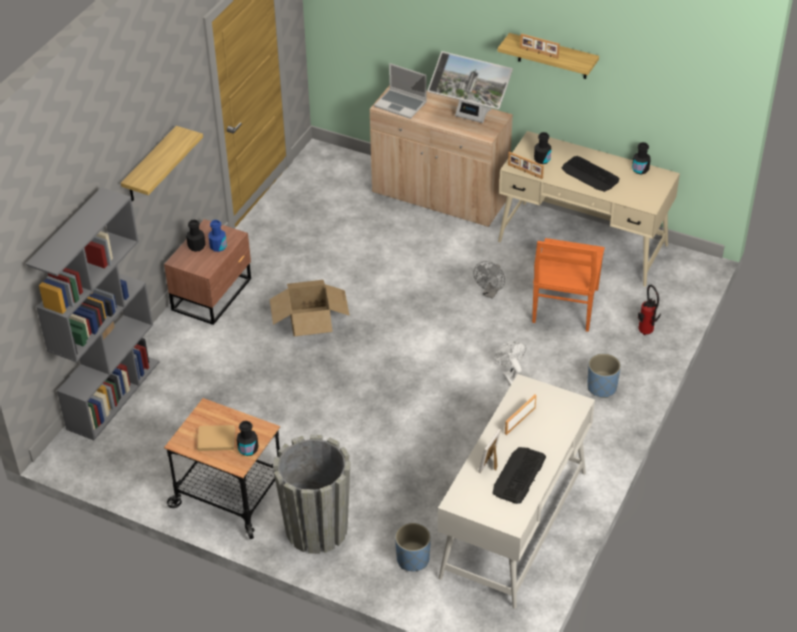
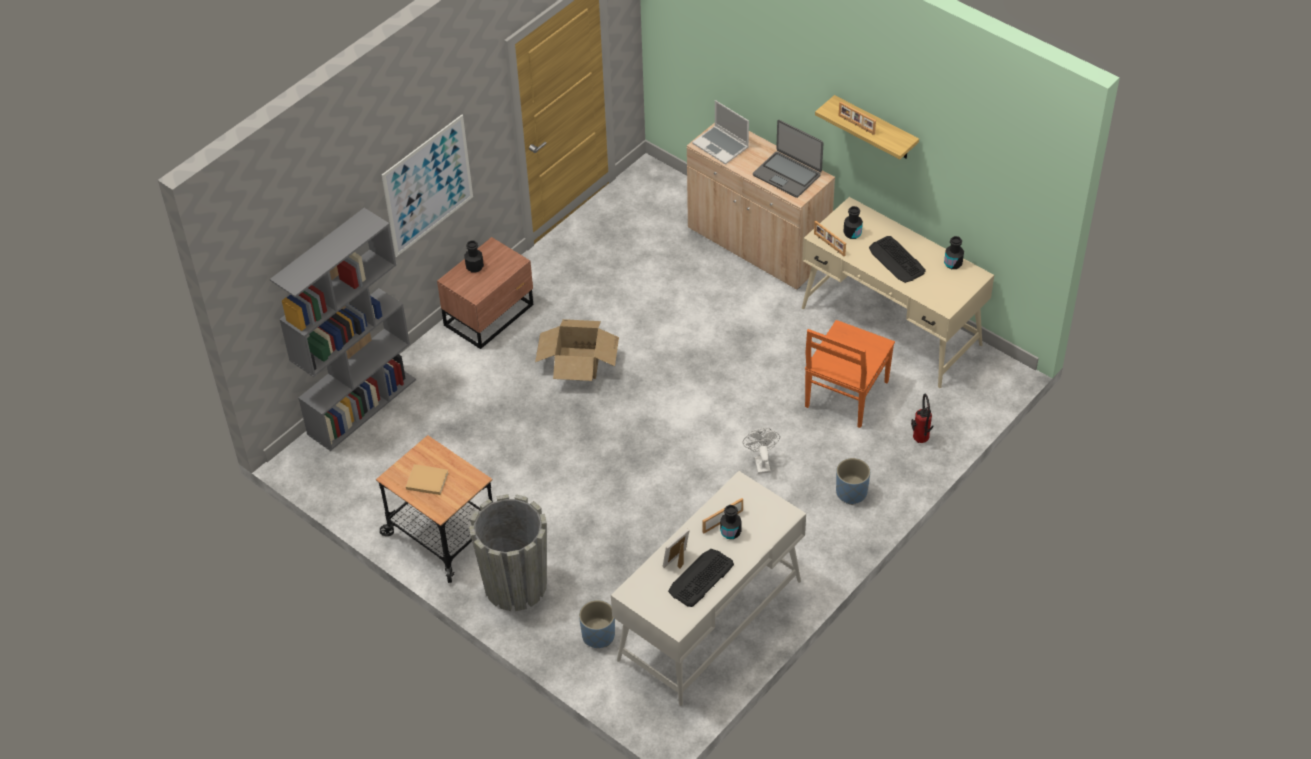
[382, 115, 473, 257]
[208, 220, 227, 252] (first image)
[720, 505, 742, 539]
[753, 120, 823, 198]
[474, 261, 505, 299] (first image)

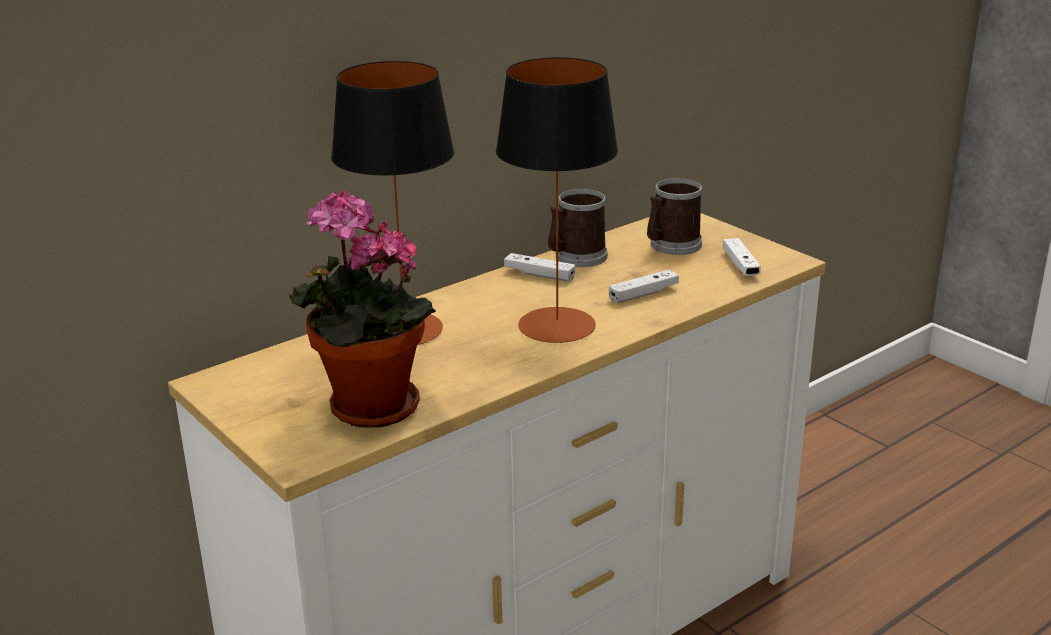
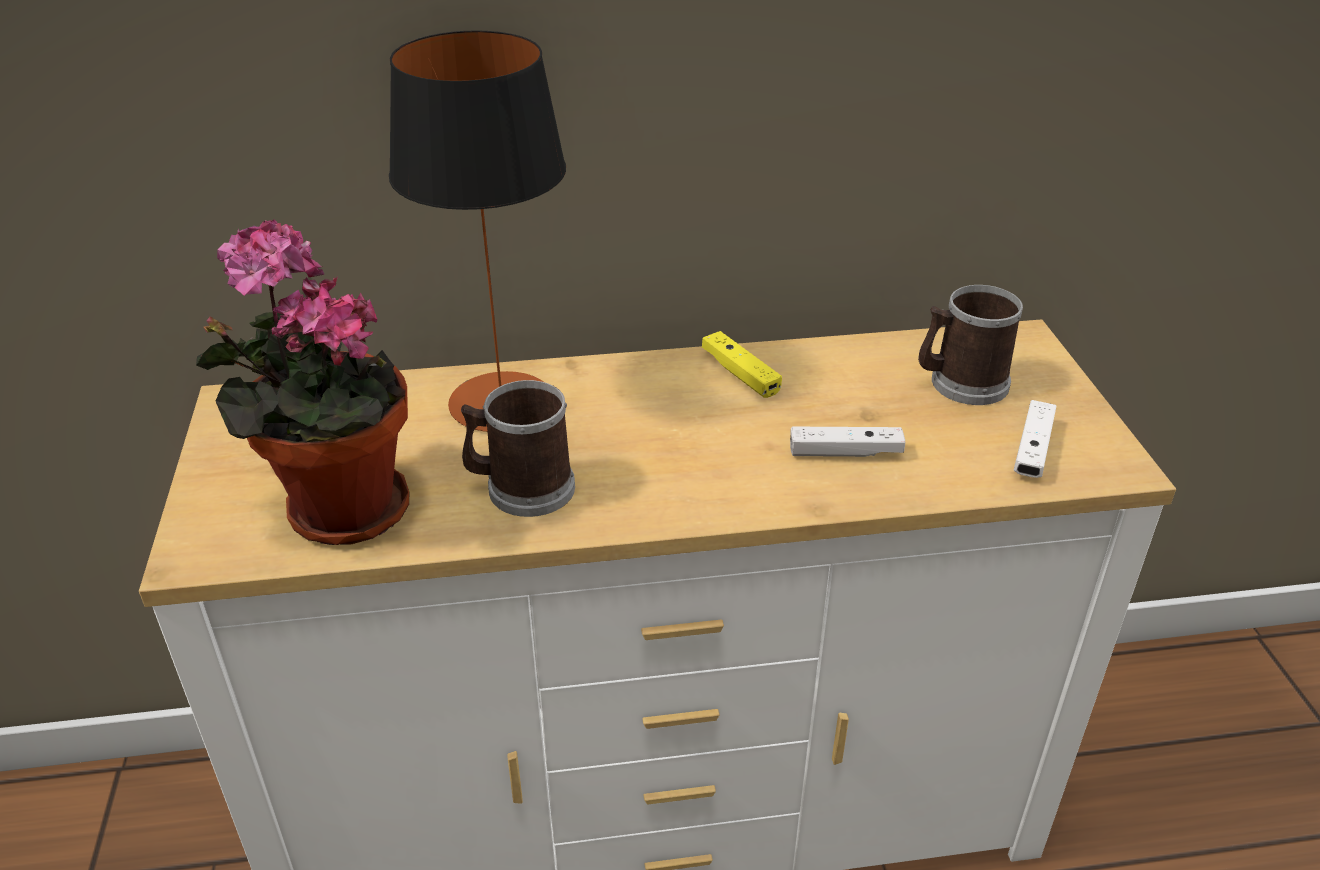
[496, 57, 618, 343] (first image)
[702, 331, 782, 398]
[461, 380, 575, 517]

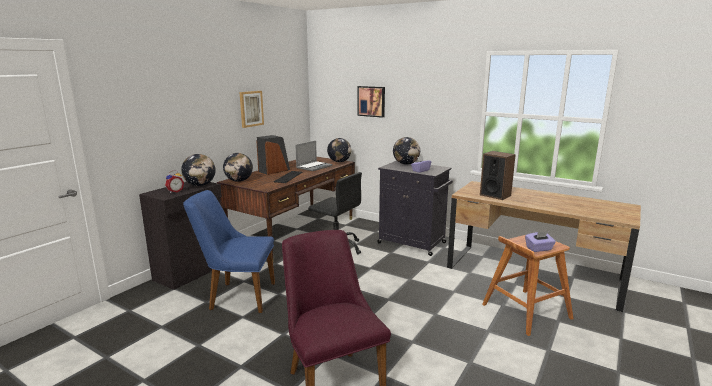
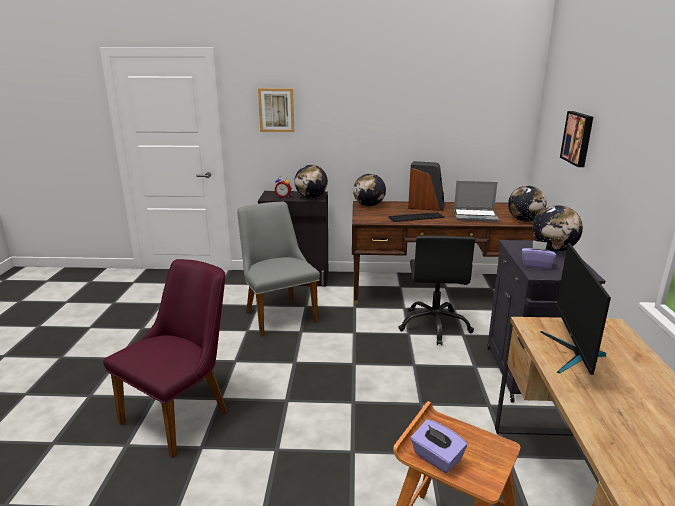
[237, 202, 320, 337]
[258, 88, 294, 132]
[540, 243, 611, 375]

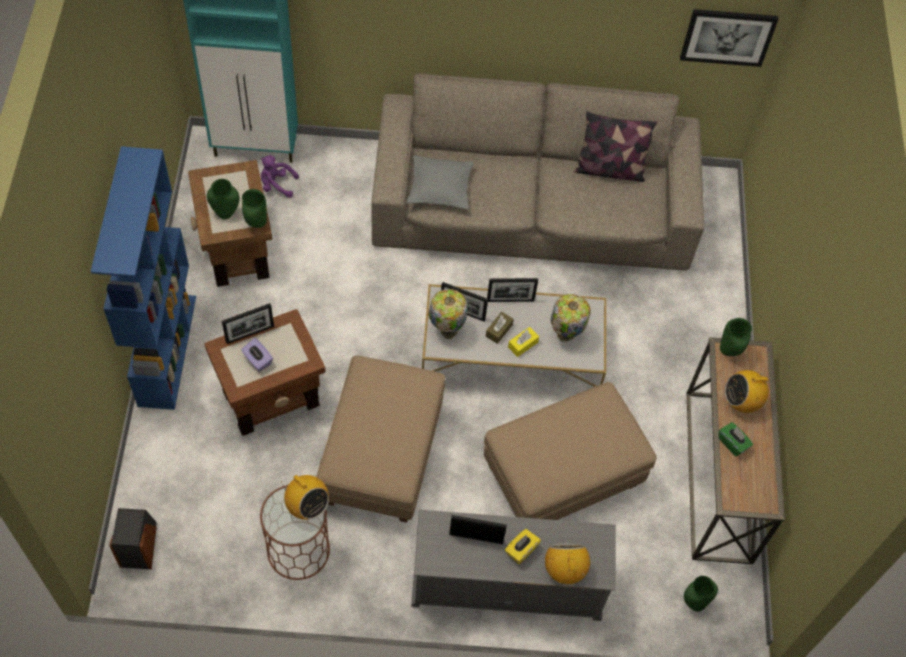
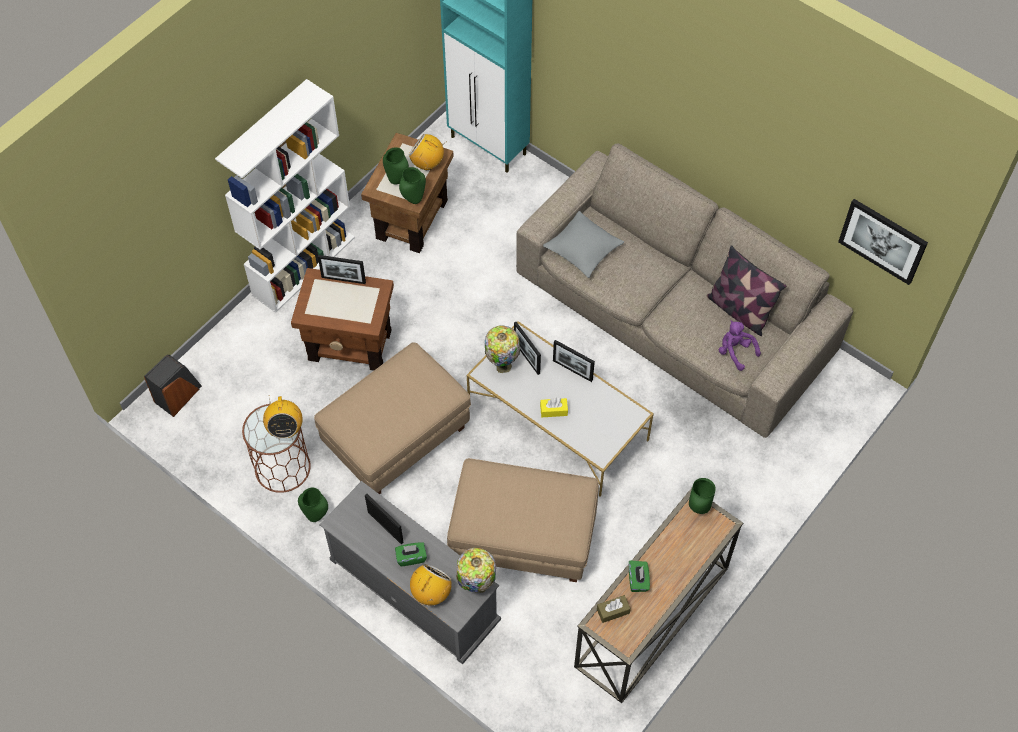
[215, 79, 355, 313]
[241, 338, 273, 372] (first image)
[719, 320, 761, 371]
[597, 595, 631, 623]
[395, 542, 427, 566]
[456, 547, 496, 593]
[298, 488, 328, 522]
[409, 134, 447, 170]

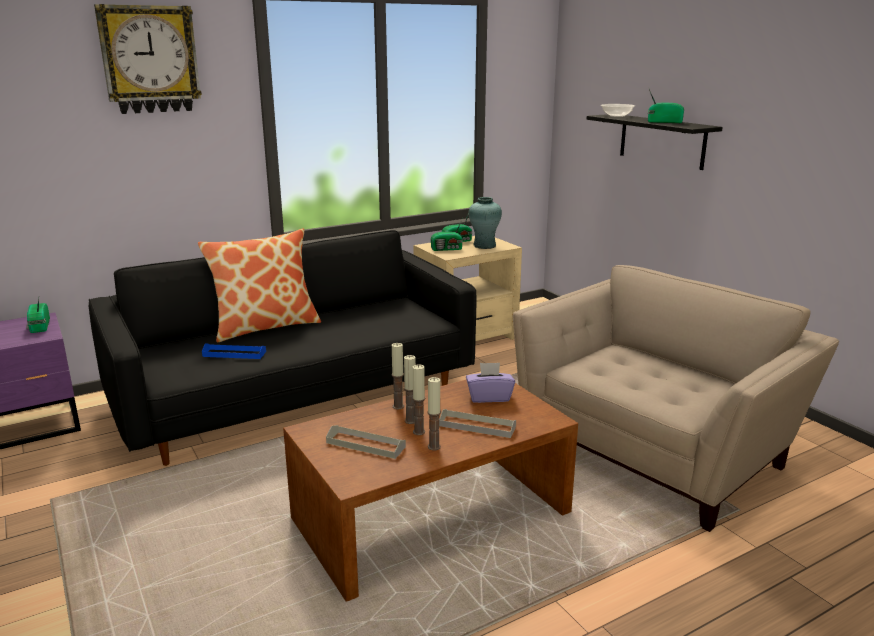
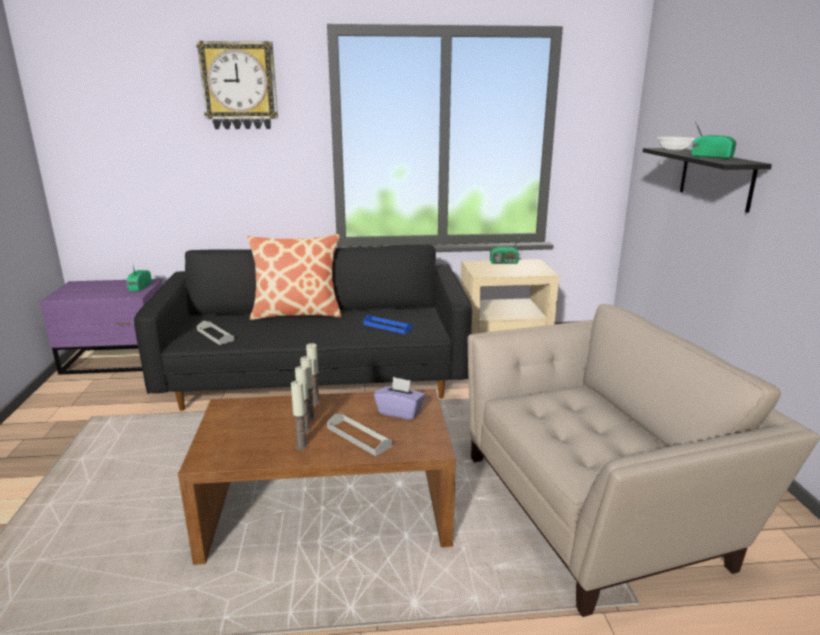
[363, 315, 412, 334]
[197, 321, 235, 345]
[431, 220, 463, 251] (first image)
[469, 197, 502, 249] (first image)

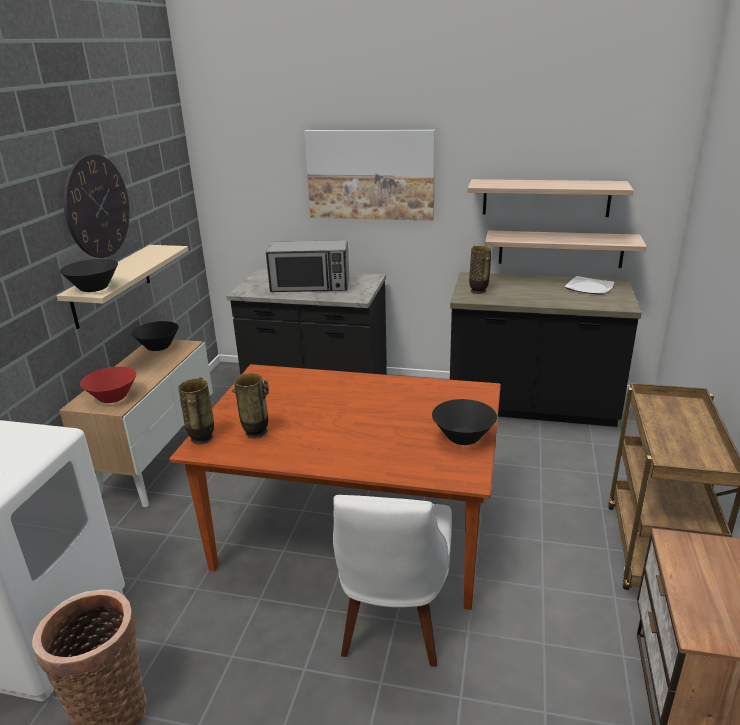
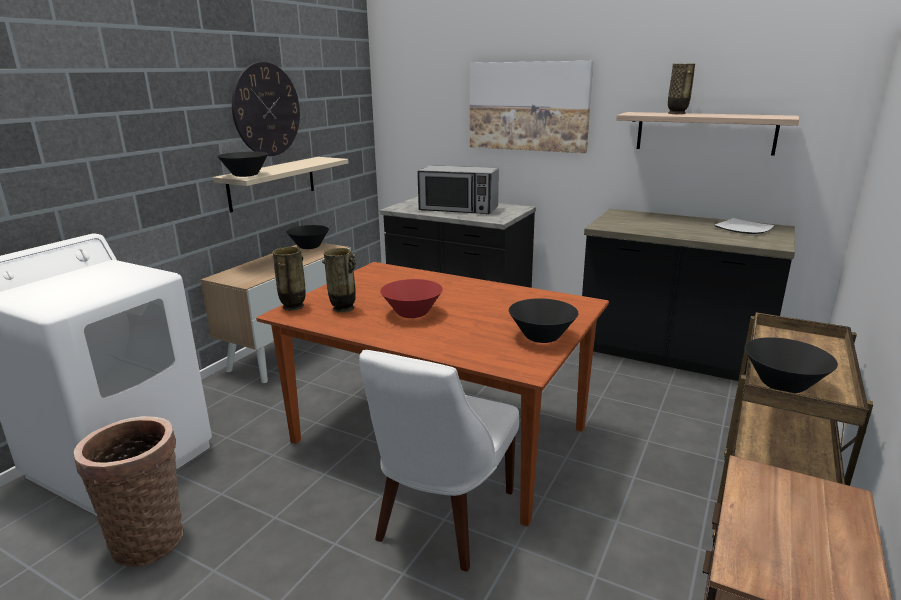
[380, 279, 443, 318]
[668, 63, 695, 114]
[485, 230, 647, 268] (first image)
[745, 337, 838, 393]

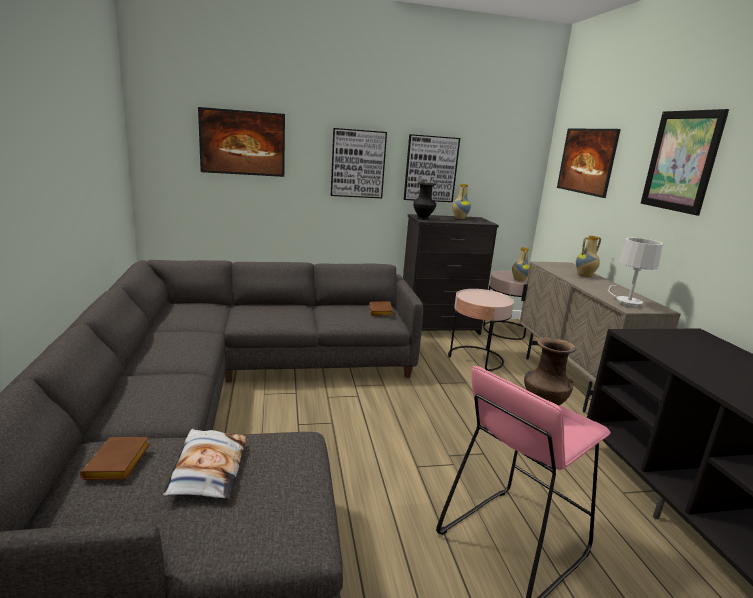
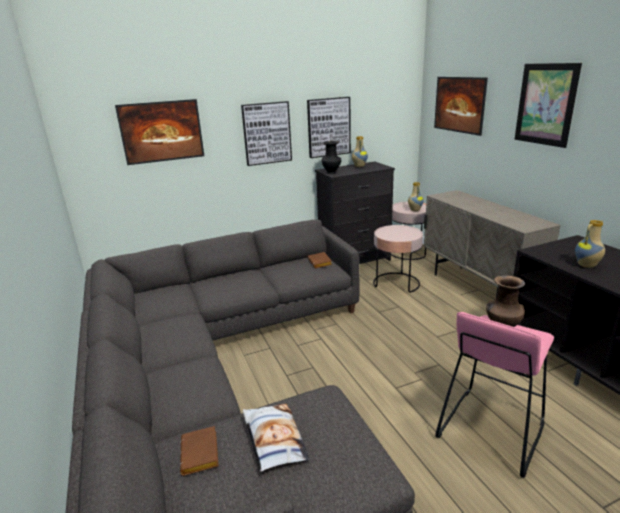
[575, 220, 605, 268]
[608, 238, 663, 307] (first image)

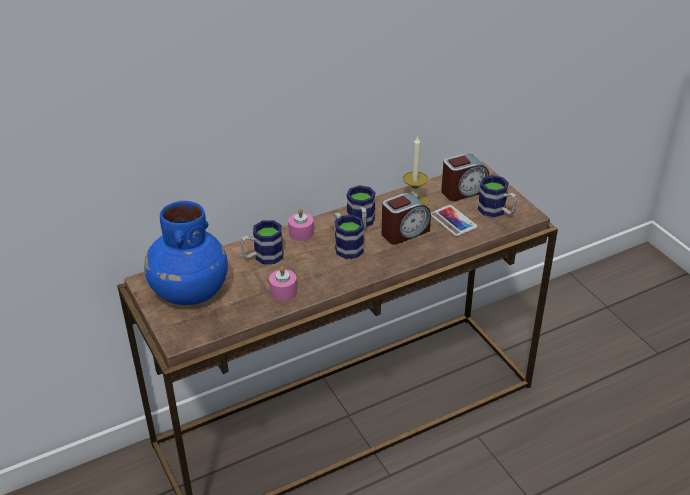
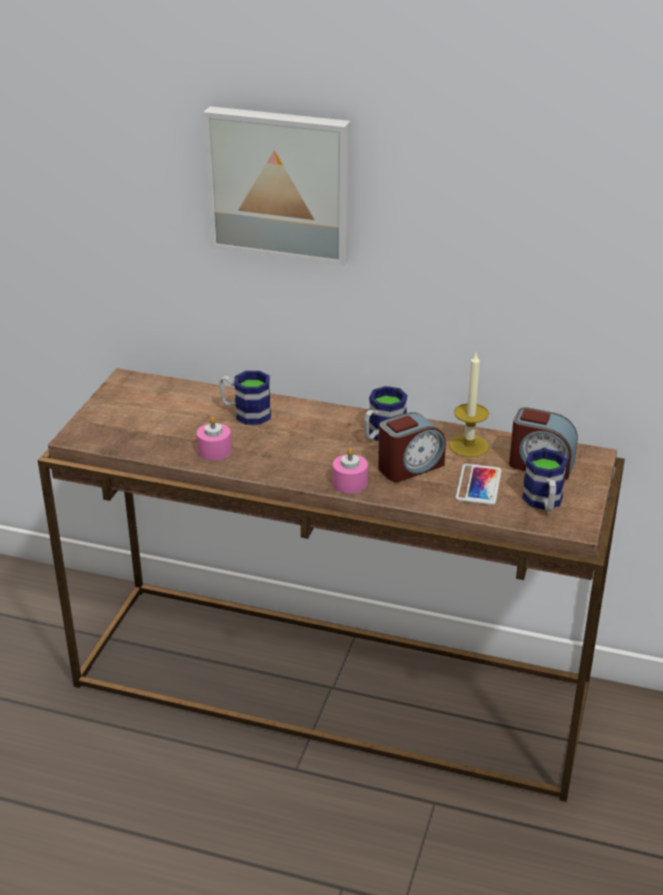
[144, 201, 228, 305] (first image)
[333, 448, 368, 493]
[334, 212, 364, 259] (first image)
[378, 412, 446, 482]
[203, 106, 351, 266]

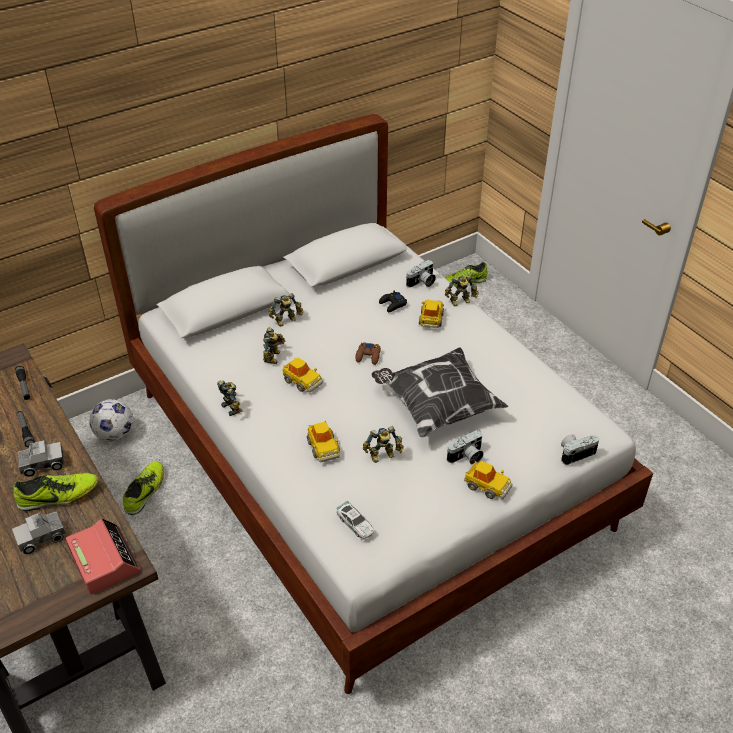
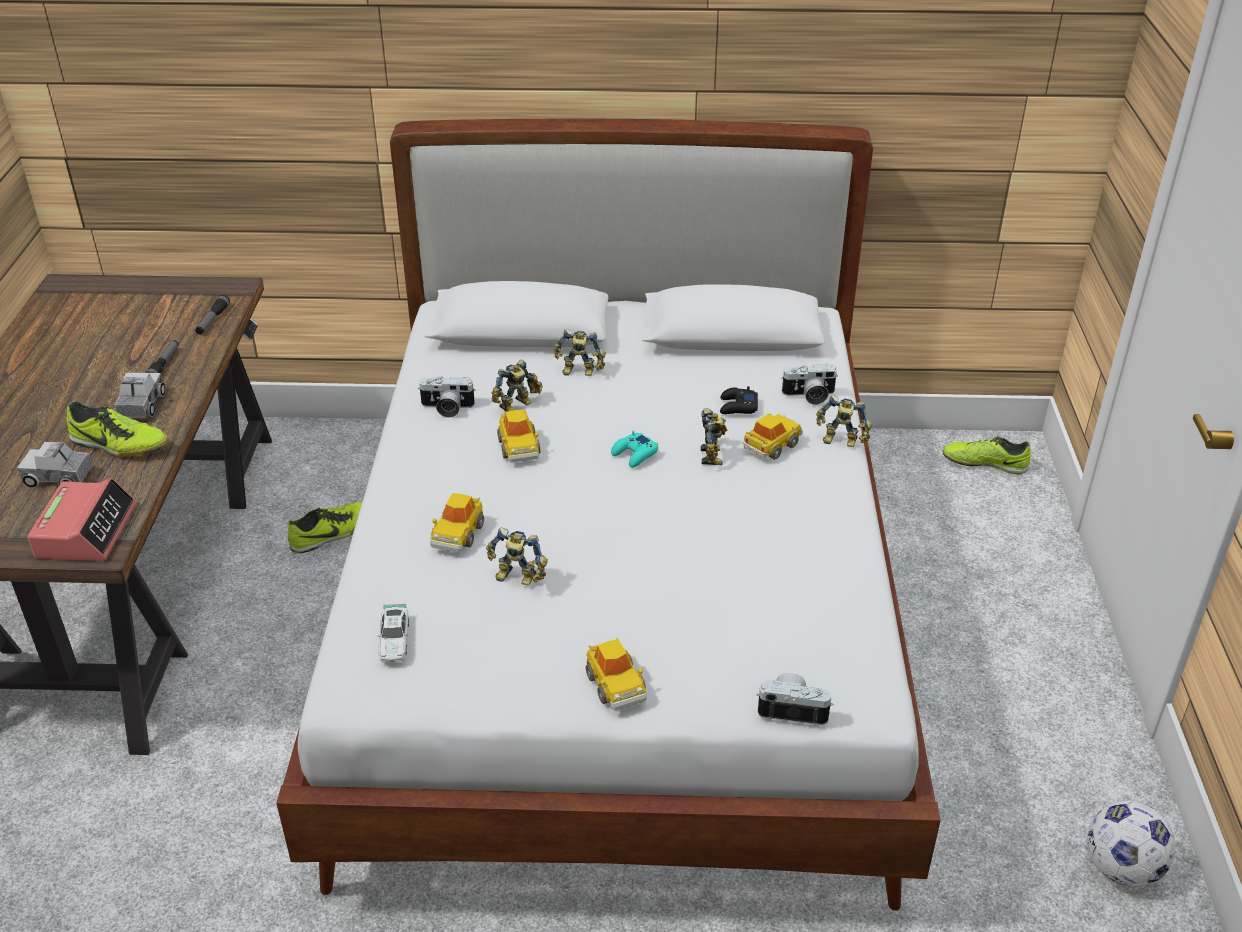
[114, 373, 166, 417]
[1087, 801, 1176, 887]
[701, 408, 728, 465]
[611, 431, 658, 468]
[372, 347, 508, 437] (first image)
[418, 376, 476, 418]

